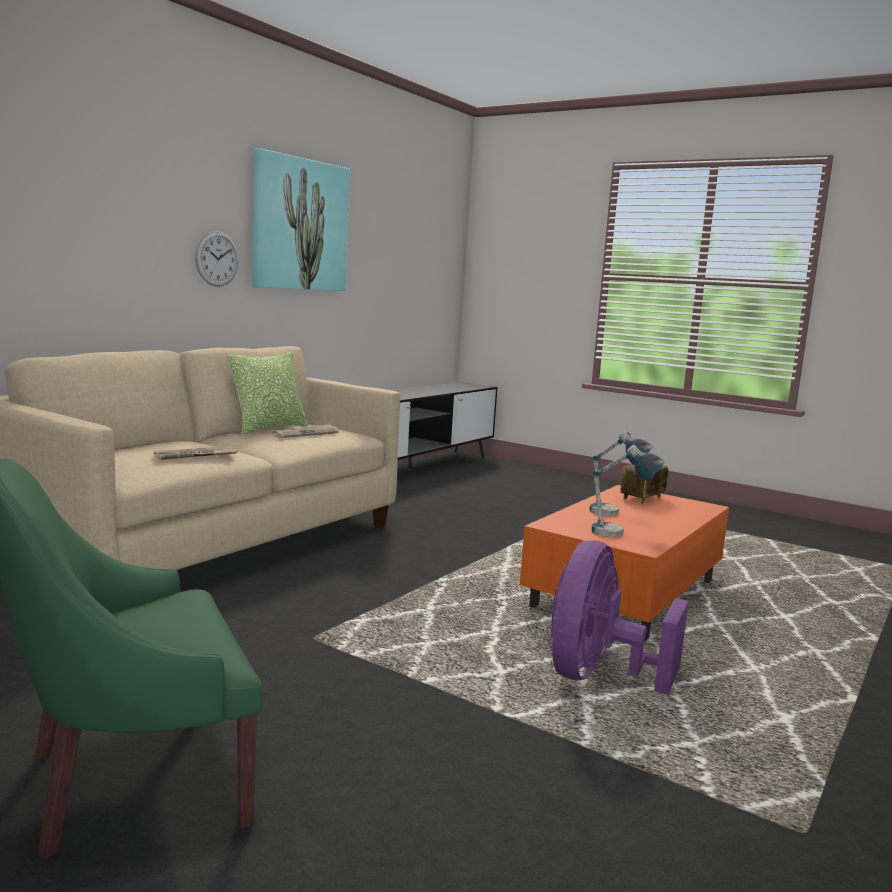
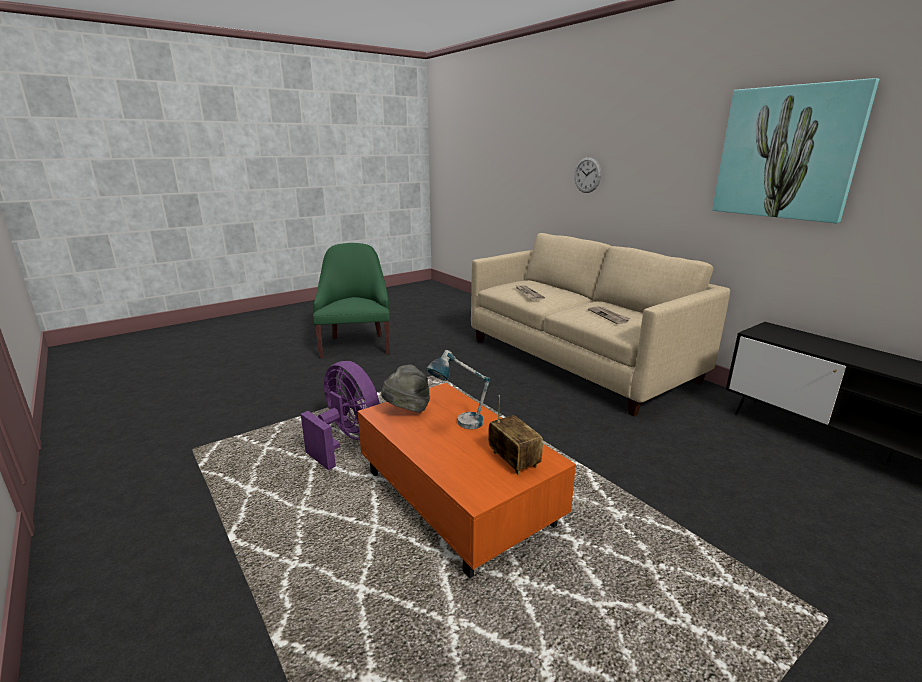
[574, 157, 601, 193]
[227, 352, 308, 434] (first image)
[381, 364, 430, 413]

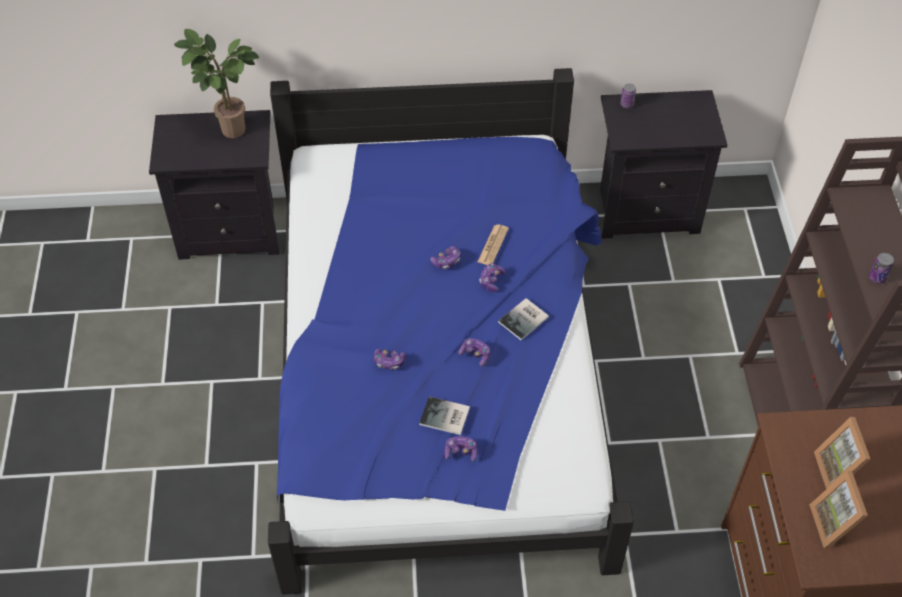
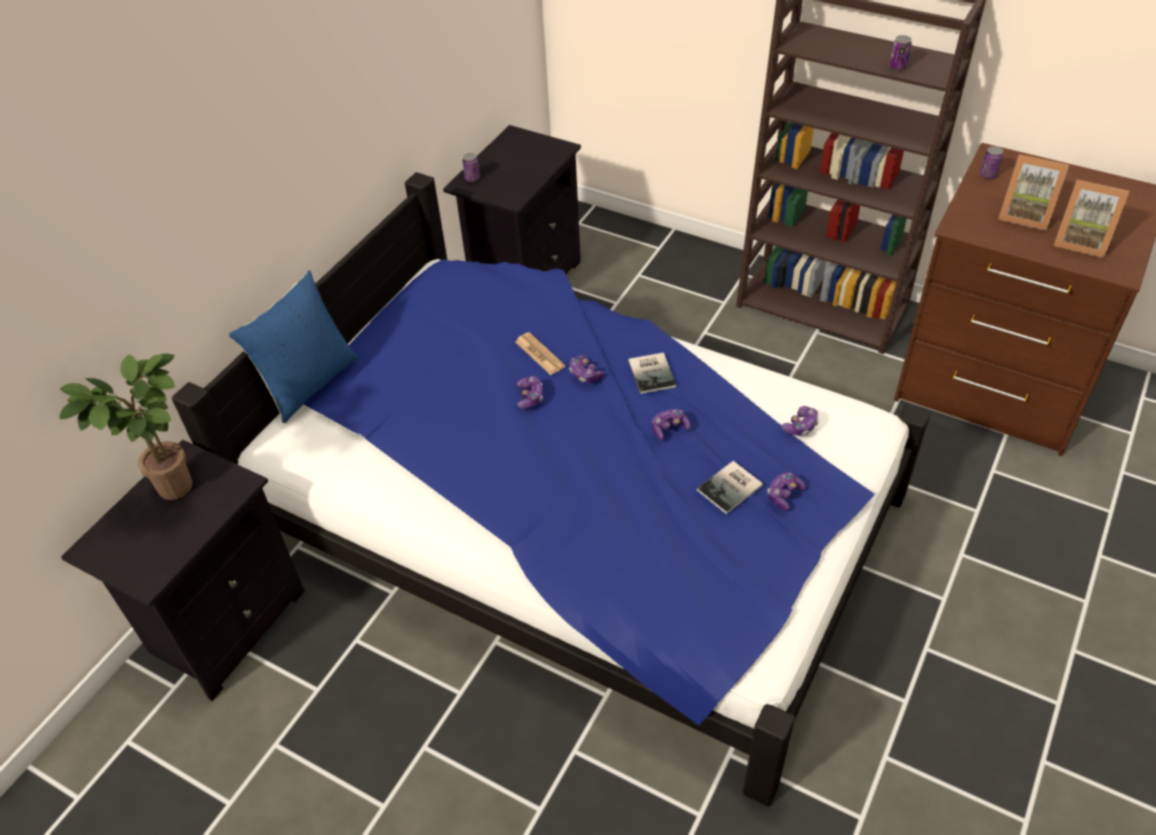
[782, 406, 819, 436]
[228, 270, 358, 423]
[980, 146, 1003, 179]

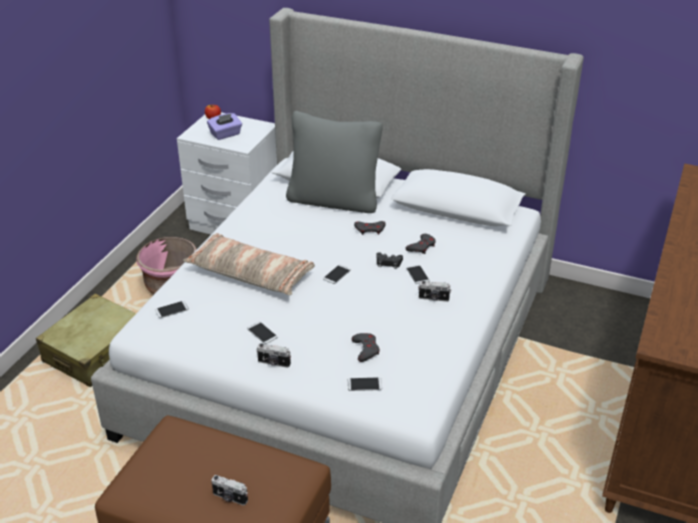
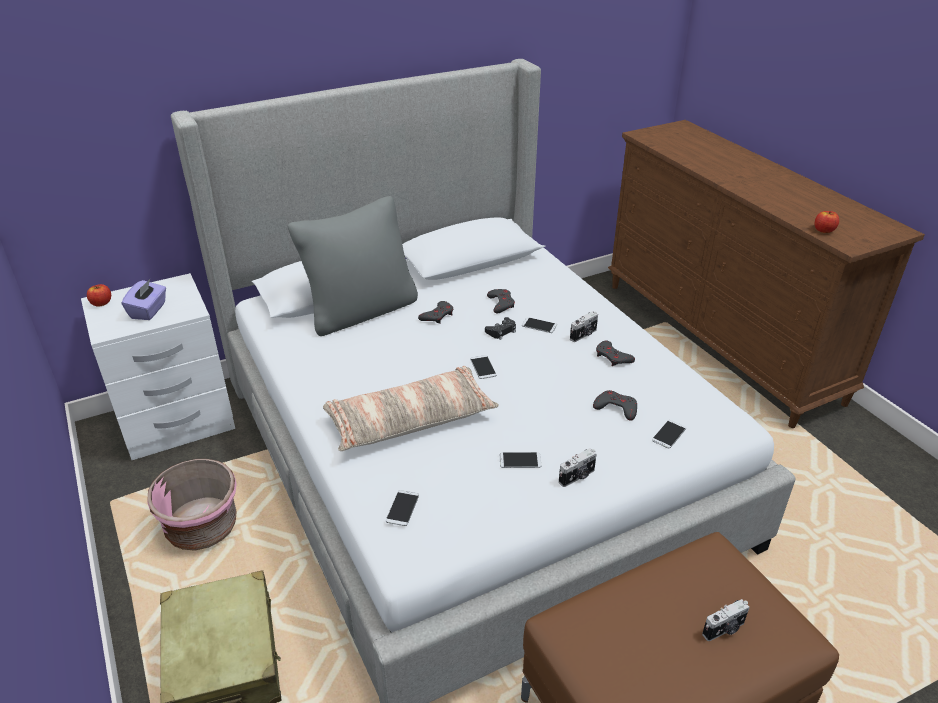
[596, 341, 635, 366]
[815, 211, 839, 233]

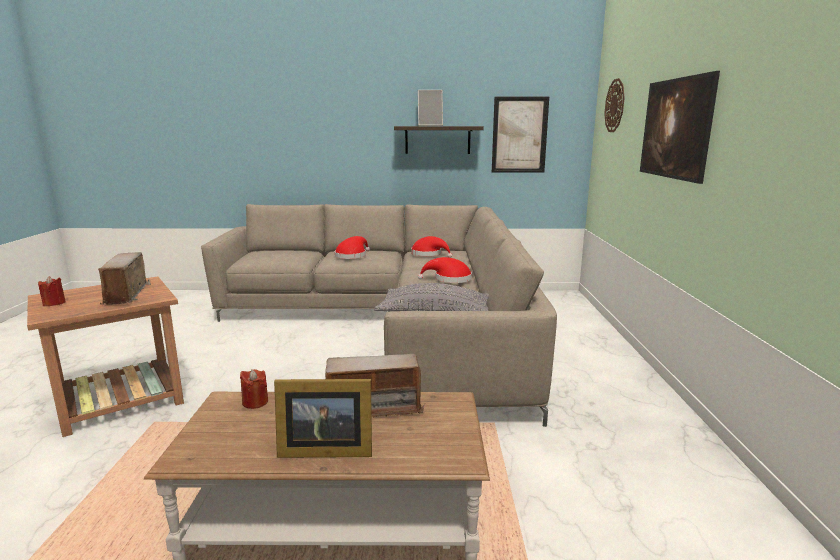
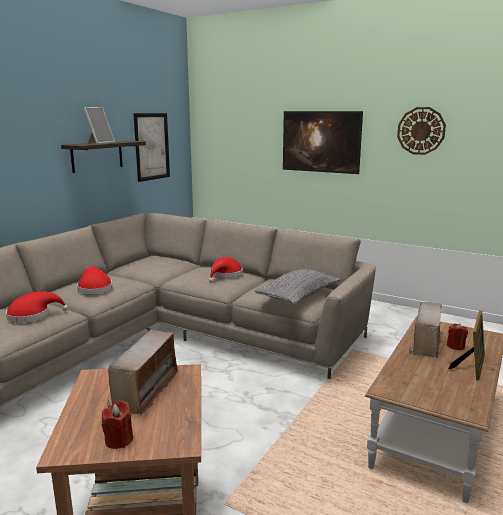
[107, 330, 180, 416]
[447, 324, 468, 350]
[6, 292, 68, 323]
[397, 107, 446, 155]

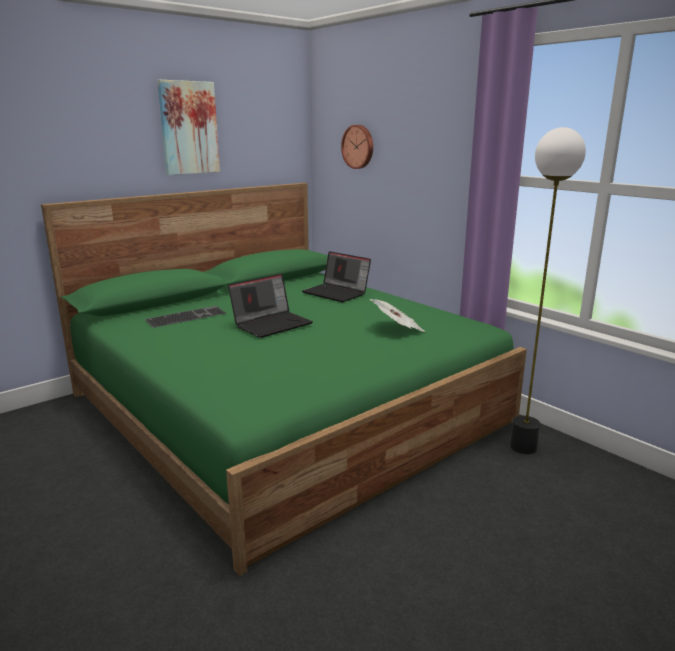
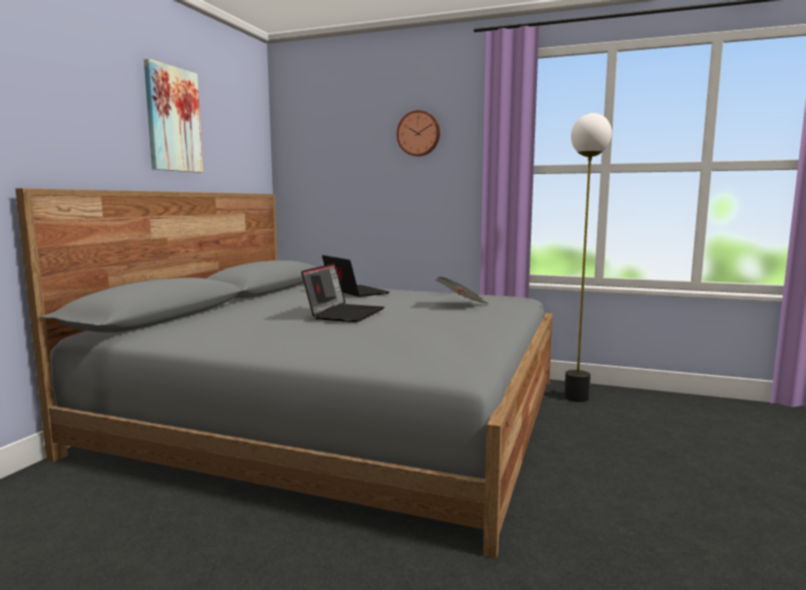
[15, 188, 553, 558]
[144, 306, 226, 328] (first image)
[322, 255, 389, 297]
[397, 110, 440, 156]

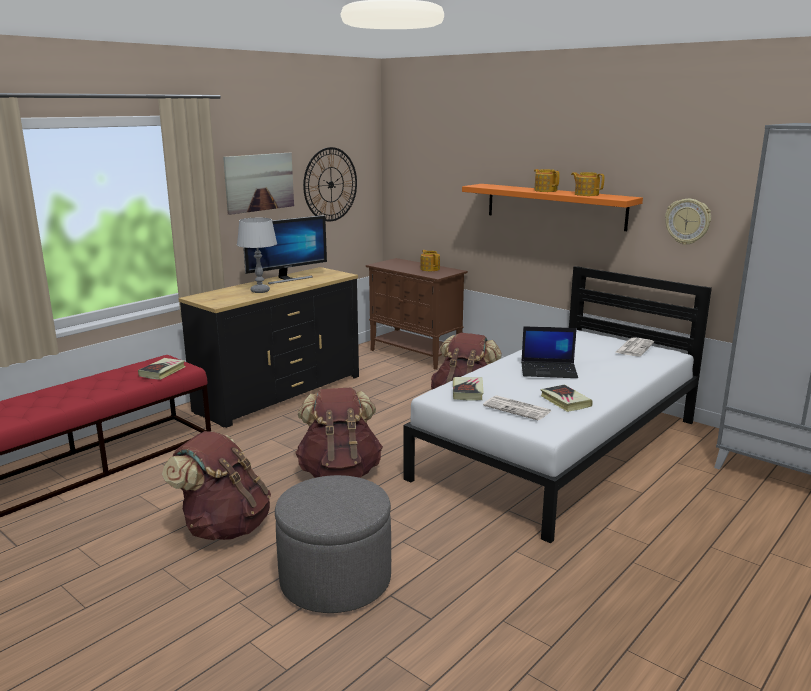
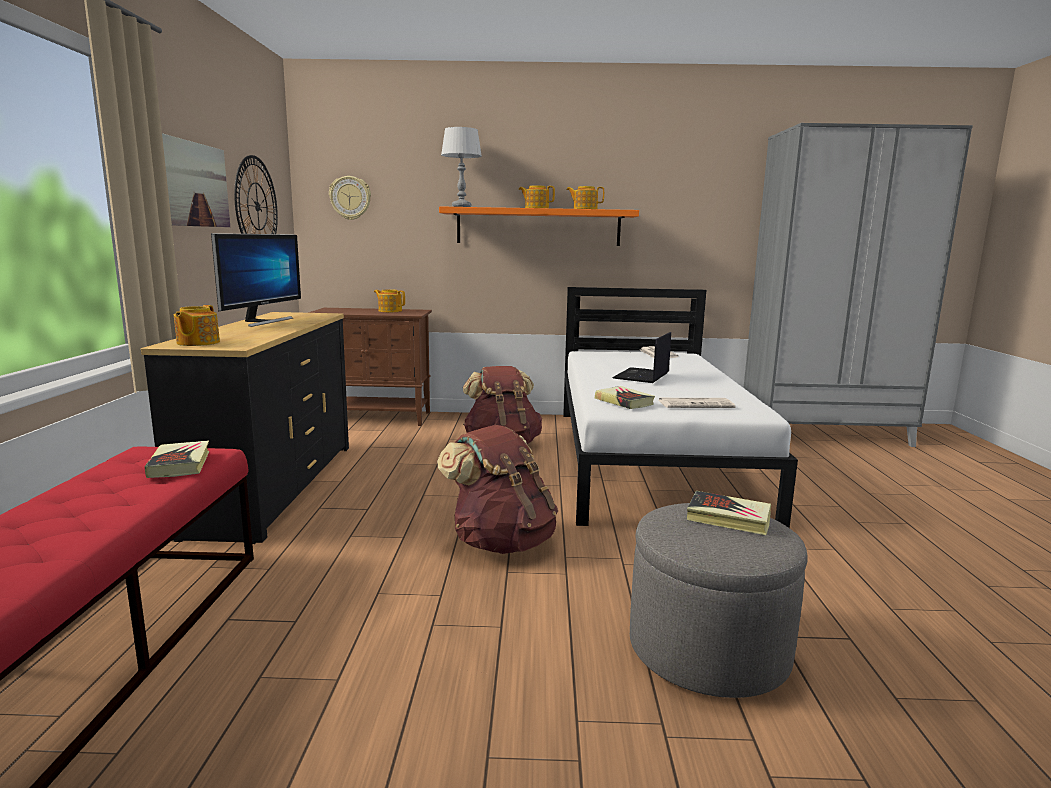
[162, 431, 271, 540] (first image)
[441, 127, 482, 207]
[612, 332, 671, 383]
[687, 491, 771, 535]
[329, 176, 371, 220]
[174, 305, 220, 346]

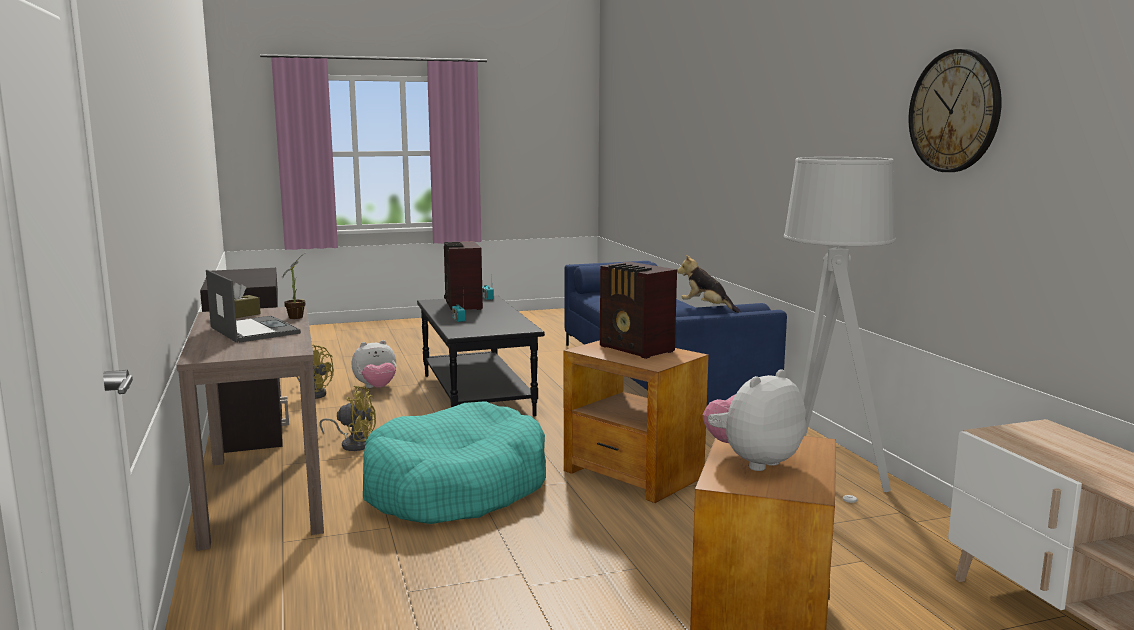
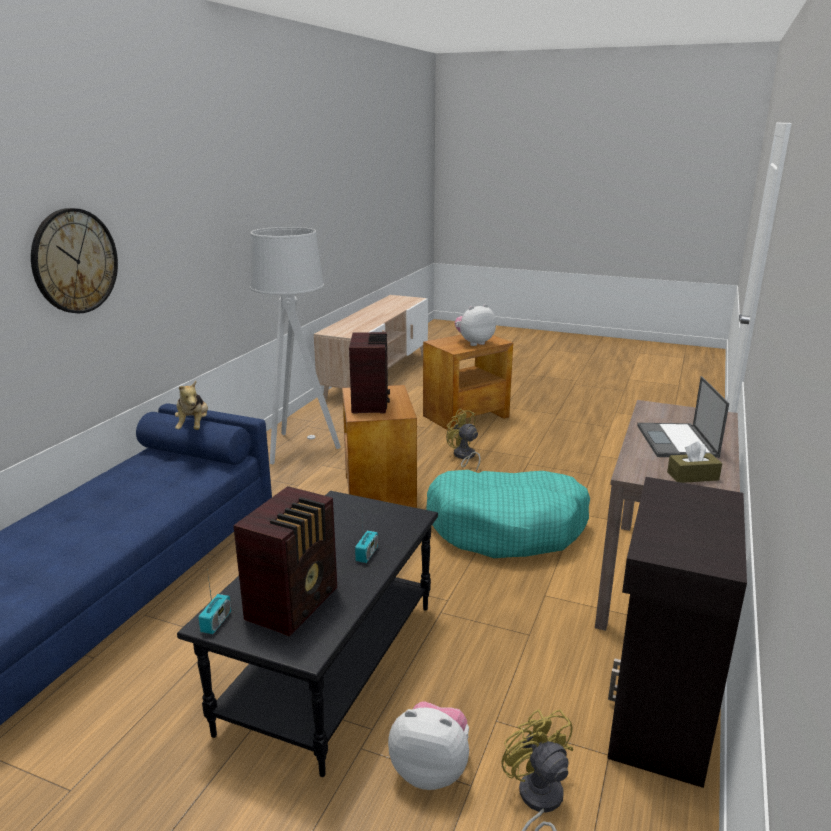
[282, 254, 306, 319] (first image)
[446, 409, 481, 472]
[455, 304, 496, 346]
[31, 208, 118, 313]

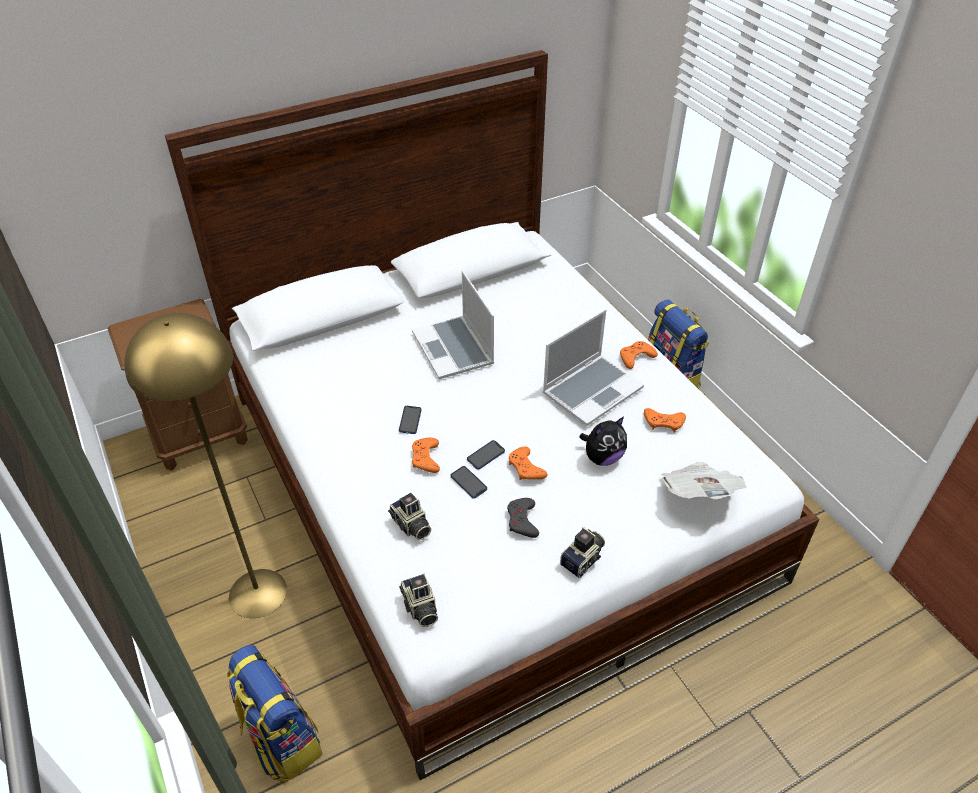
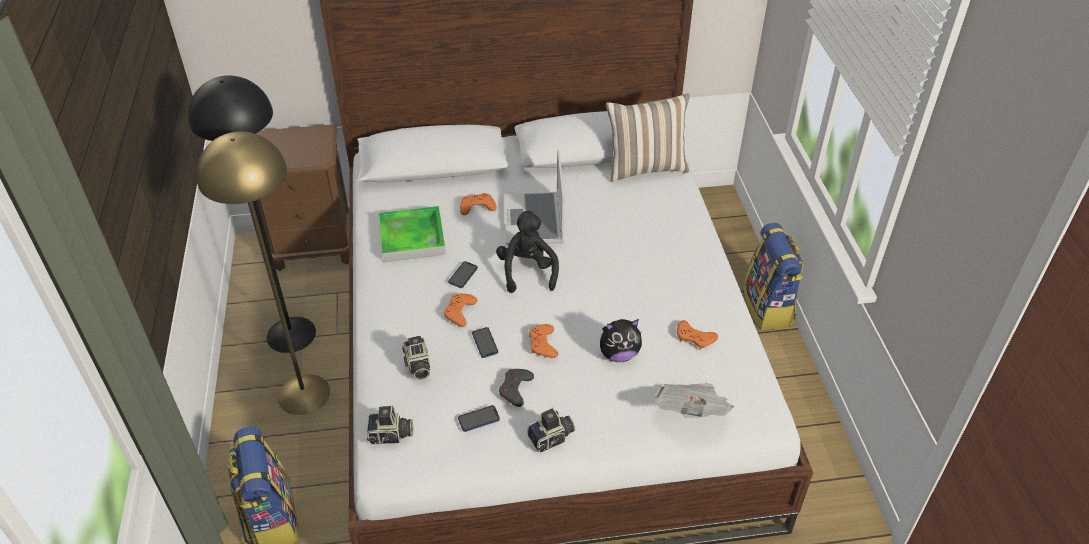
[367, 405, 413, 444]
[458, 405, 500, 432]
[543, 309, 644, 426] (first image)
[460, 193, 496, 215]
[188, 75, 316, 353]
[379, 206, 446, 262]
[496, 210, 559, 293]
[606, 93, 690, 182]

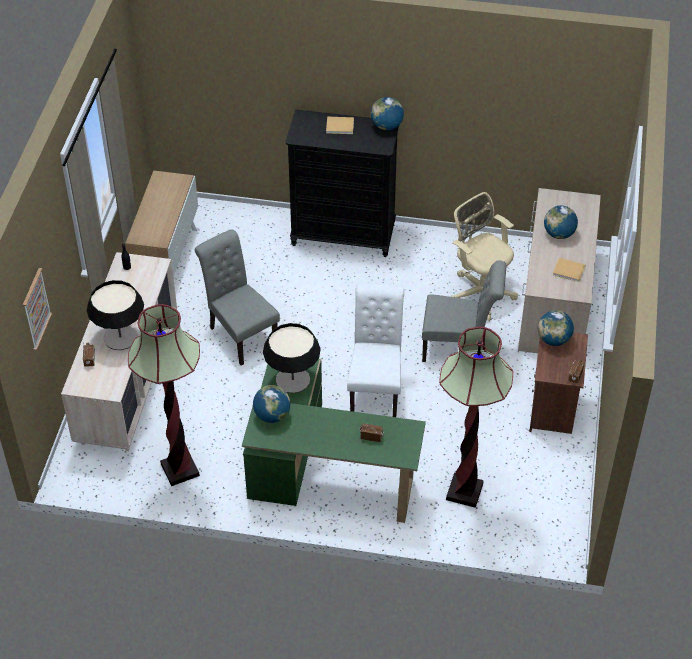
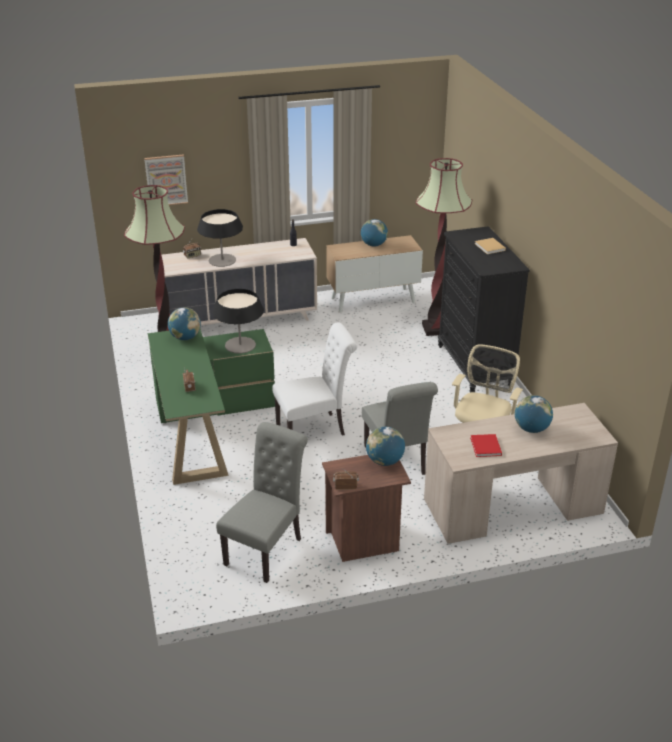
[216, 422, 308, 583]
[361, 219, 388, 247]
[416, 158, 472, 336]
[470, 434, 502, 457]

